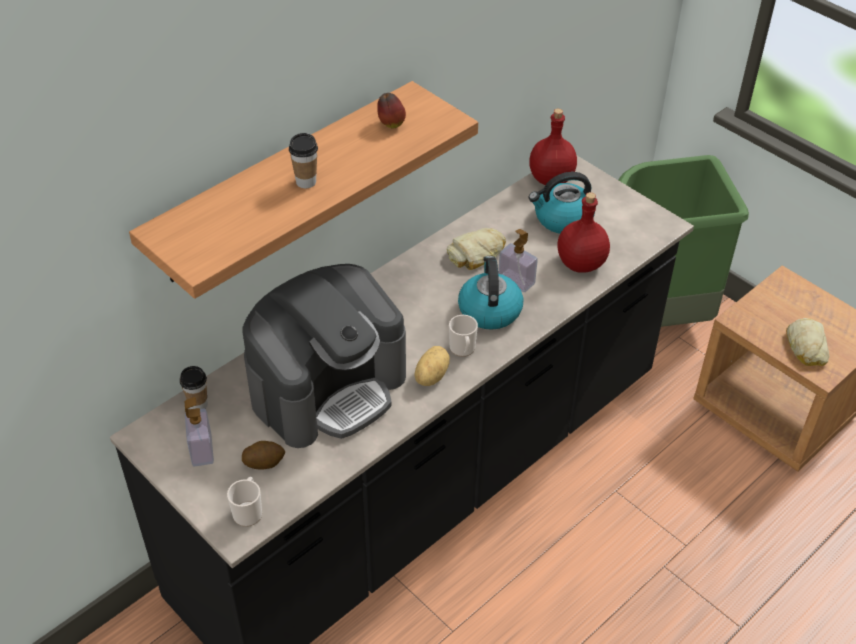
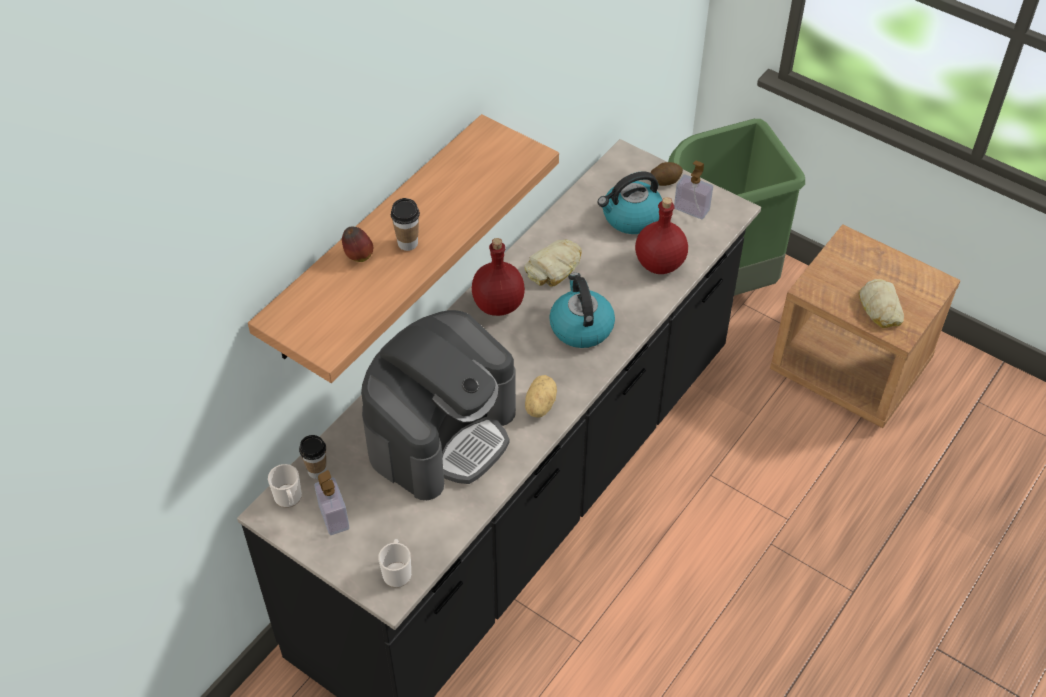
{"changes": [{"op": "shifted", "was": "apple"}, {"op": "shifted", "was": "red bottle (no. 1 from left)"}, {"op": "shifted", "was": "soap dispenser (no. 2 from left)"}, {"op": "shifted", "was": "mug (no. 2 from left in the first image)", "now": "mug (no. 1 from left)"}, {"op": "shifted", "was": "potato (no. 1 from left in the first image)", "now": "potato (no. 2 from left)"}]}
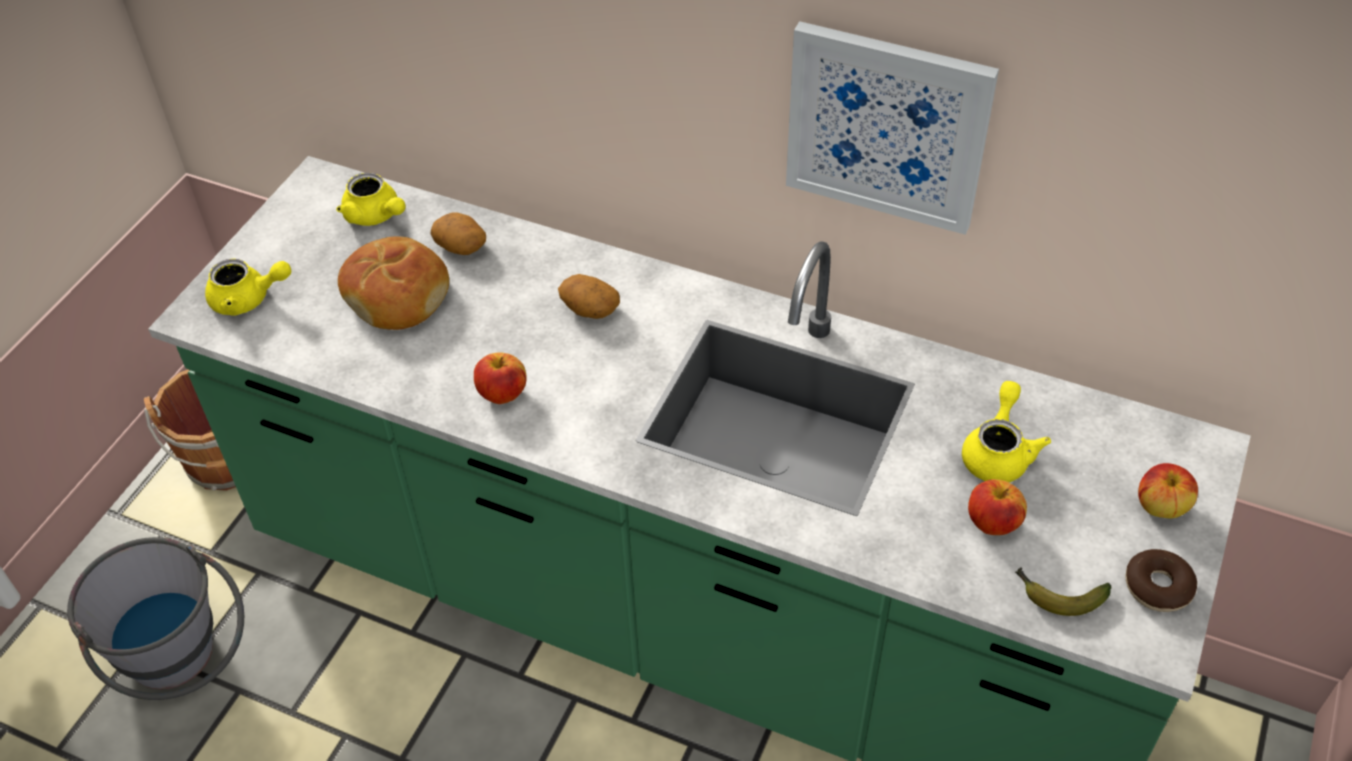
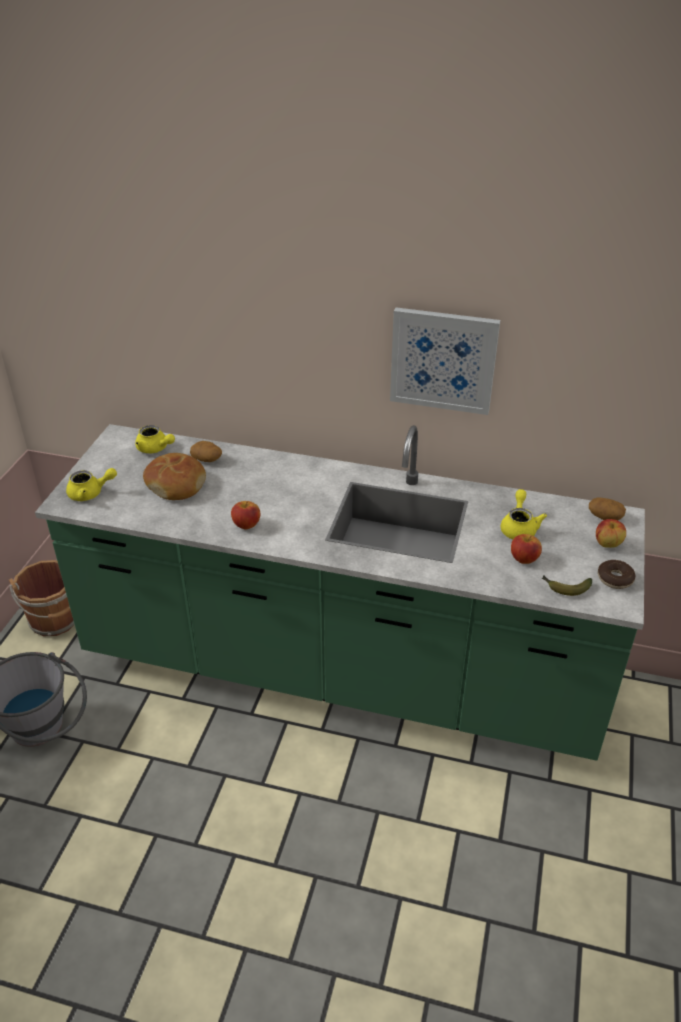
{"changes": [{"op": "shifted", "was": "potato (no. 2 from left)"}]}
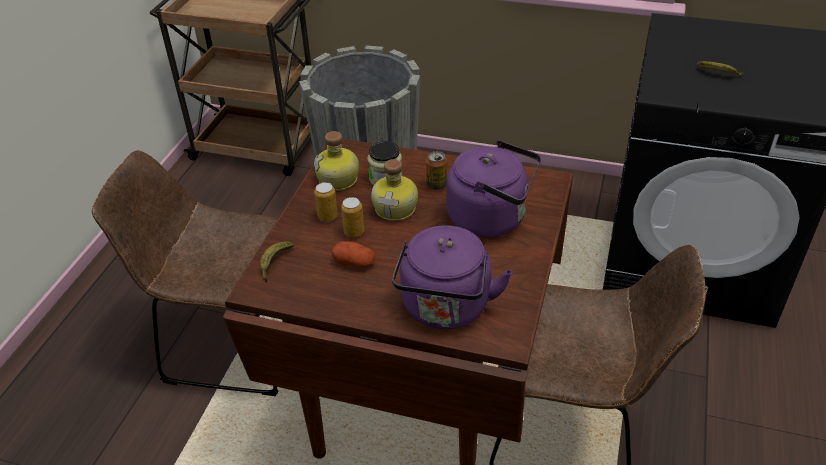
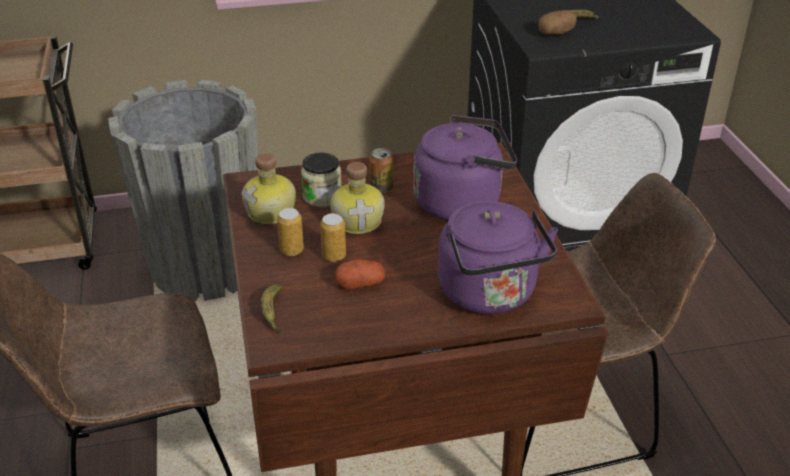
{"changes": [{"op": "new", "now": "potato (no. 2 from left)"}]}
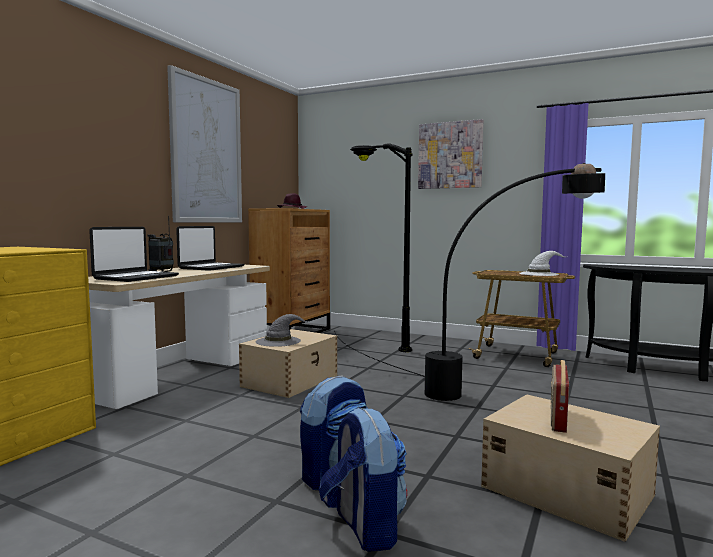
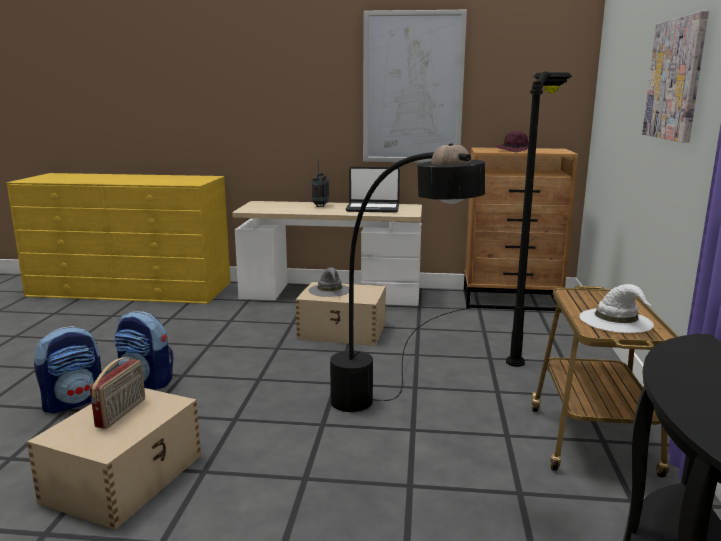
{"changes": [{"op": "gone", "was": "laptop (no. 1 from left)"}, {"op": "rotated", "was": "radio (no. 2 from left in the first image)", "clockwise": 105}]}
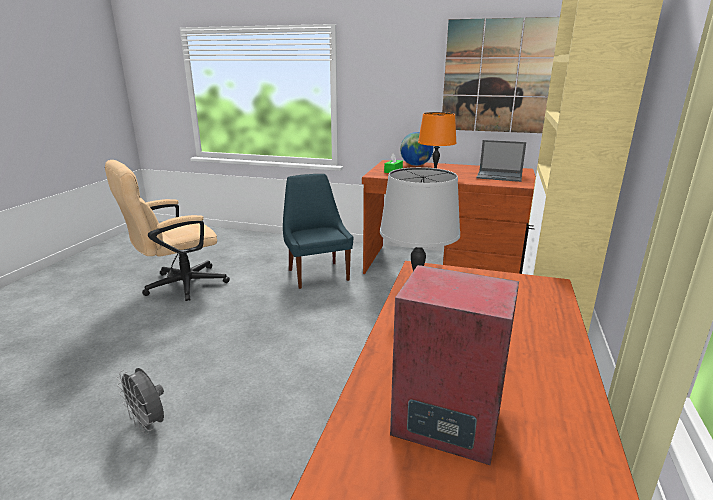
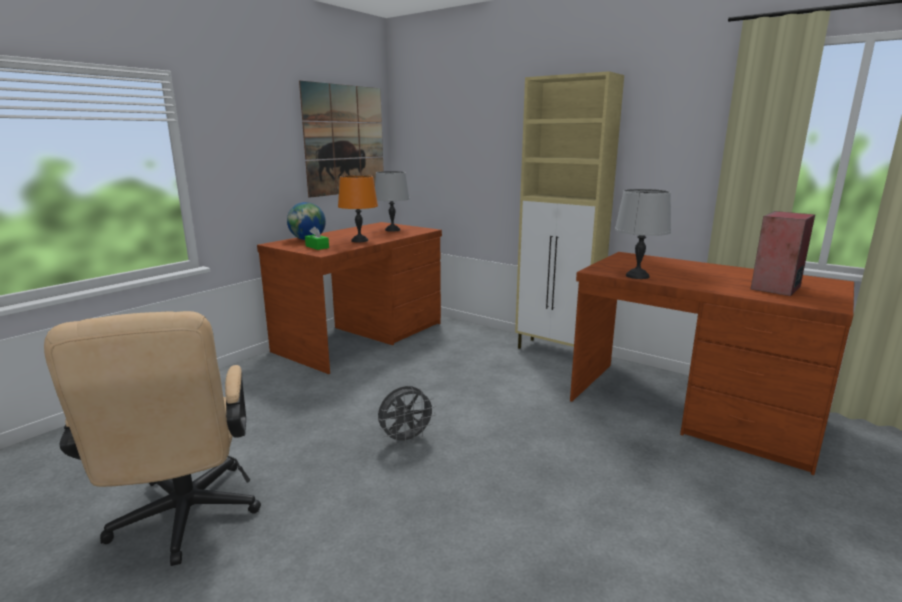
{"changes": [{"op": "swapped", "was": "laptop", "now": "grey table lamp (no. 1 from left)"}, {"op": "gone", "was": "blue chair"}, {"op": "shifted", "was": "grey fan"}]}
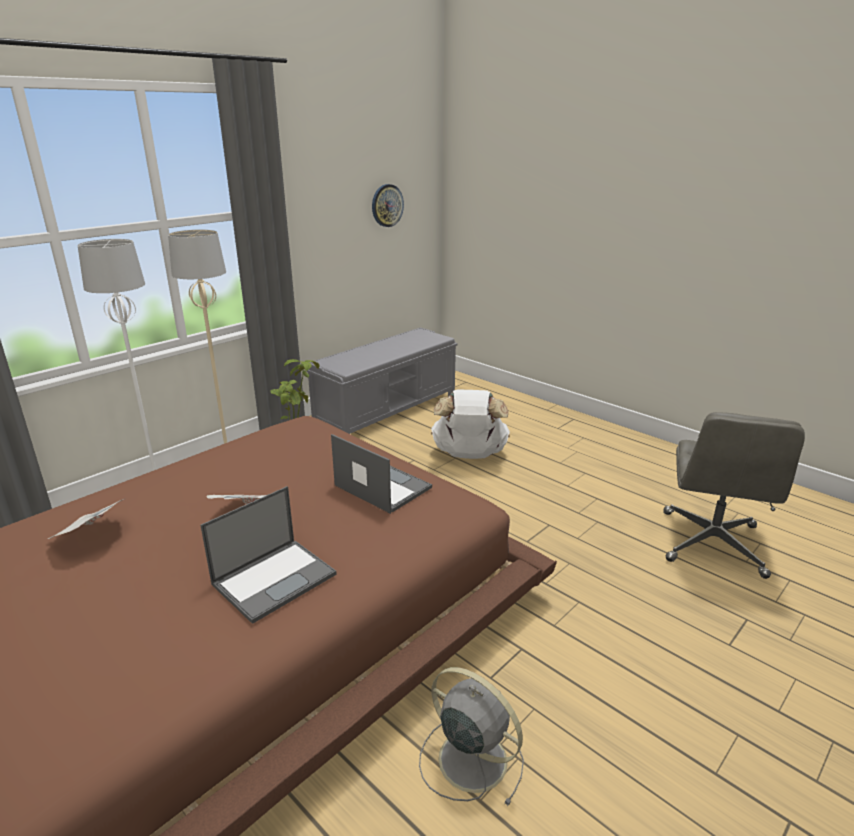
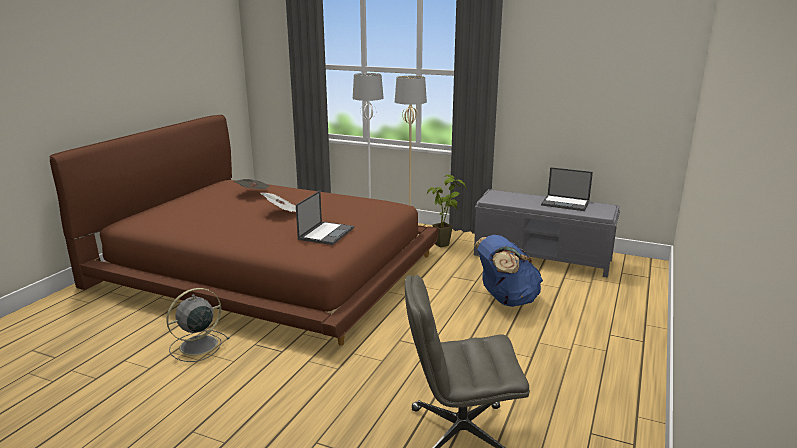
{"changes": [{"op": "gone", "was": "wall clock"}, {"op": "repainted", "was": "white backpack", "now": "blue backpack"}, {"op": "shifted", "was": "laptop (no. 1 from left in the first image)", "now": "laptop (no. 2 from left)"}, {"op": "rotated", "was": "grey fan", "clockwise": -150}]}
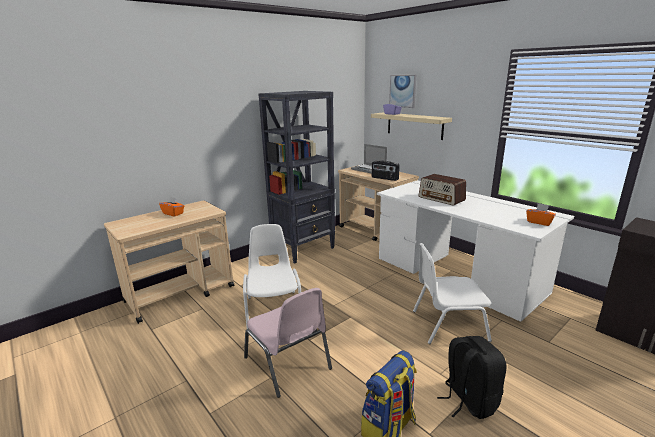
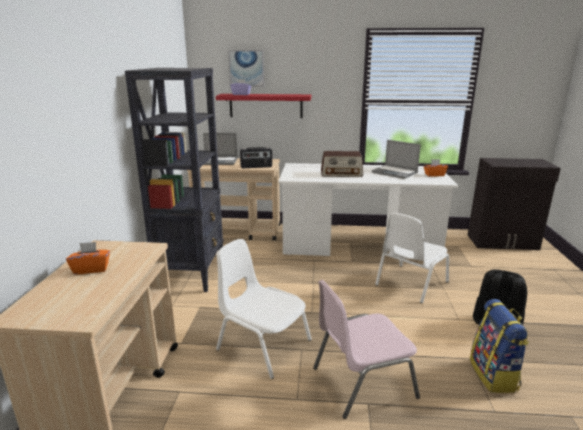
{"changes": [{"op": "repainted", "was": "beige shelf", "now": "red shelf"}, {"op": "rotated", "was": "pink chair", "clockwise": 150}, {"op": "new", "now": "laptop (no. 2 from left)"}]}
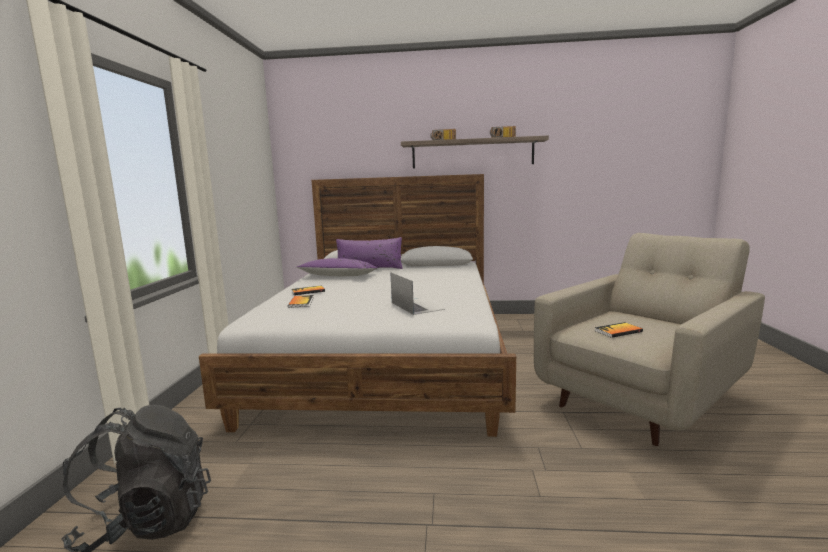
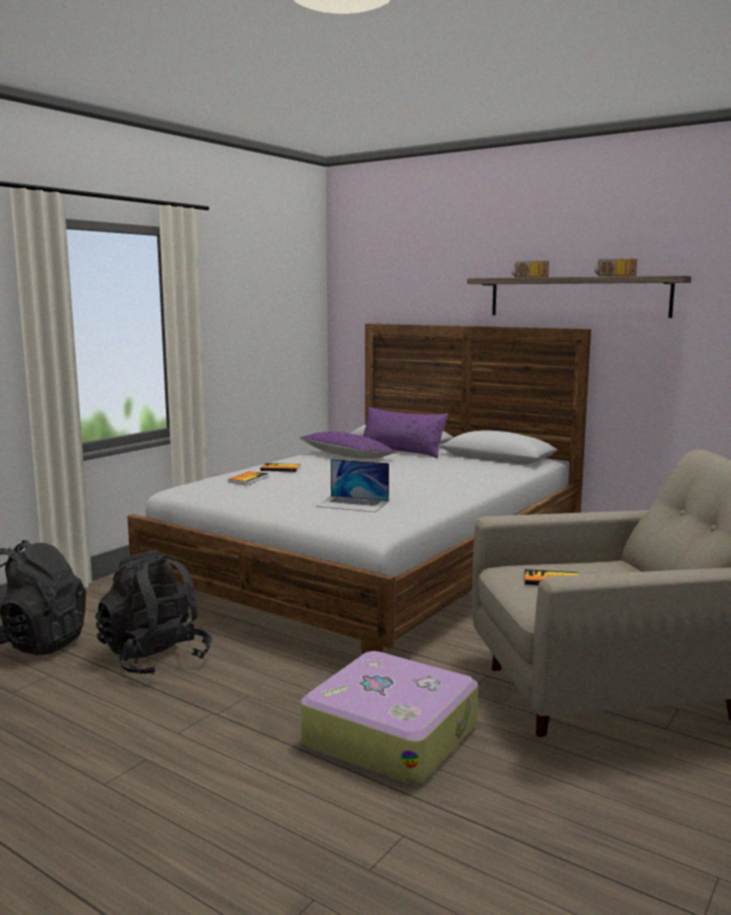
{"changes": [{"op": "rotated", "was": "laptop", "clockwise": 105}, {"op": "new", "now": "black backpack (no. 2 from left)"}, {"op": "new", "now": "suitcase"}]}
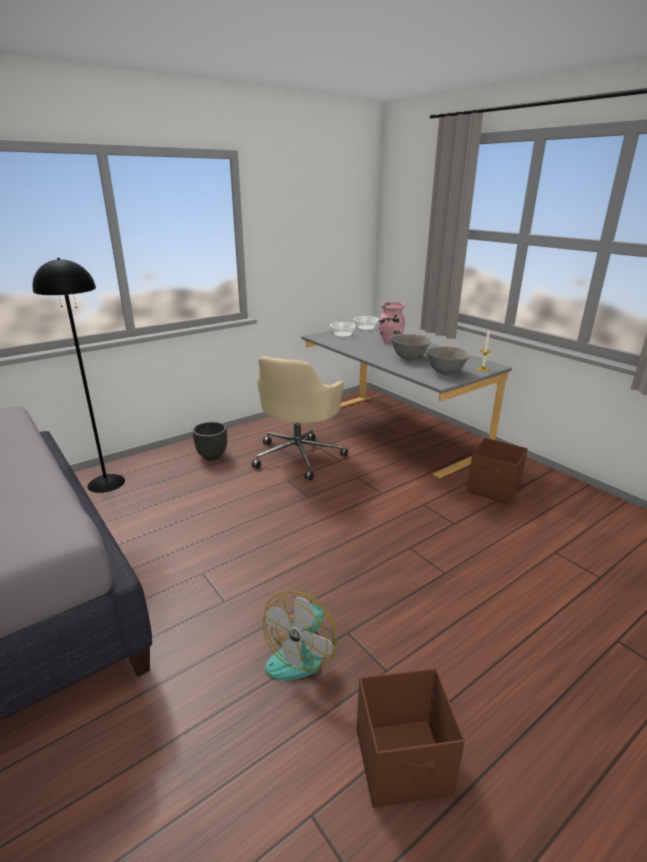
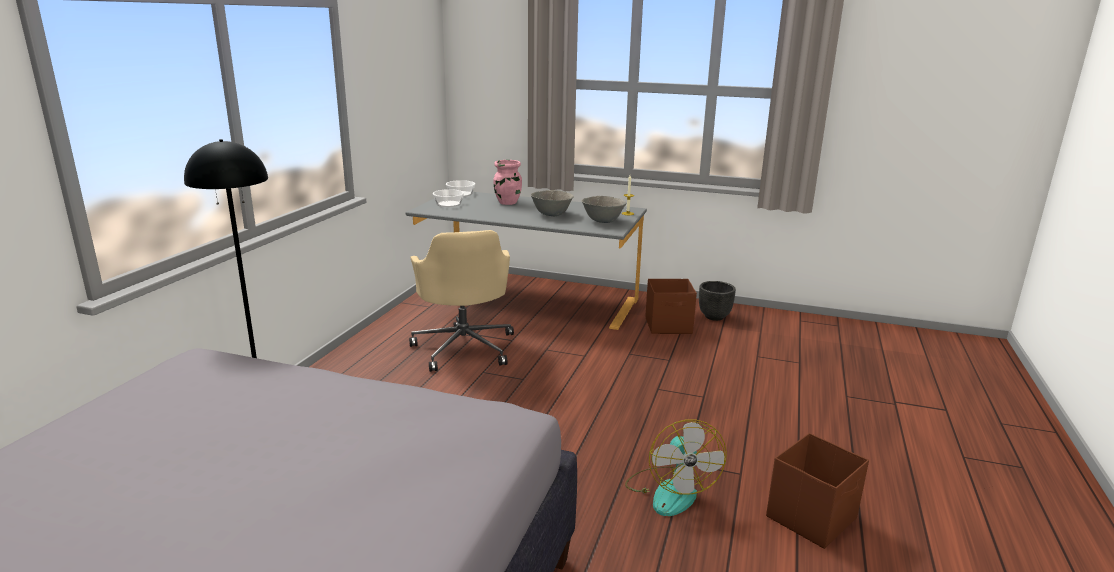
{"changes": [{"op": "shifted", "was": "black planter"}]}
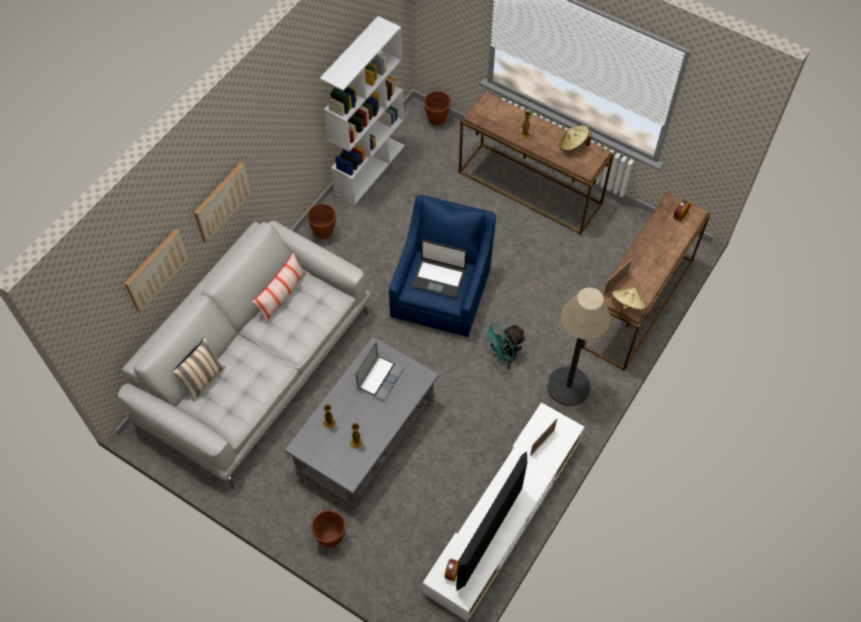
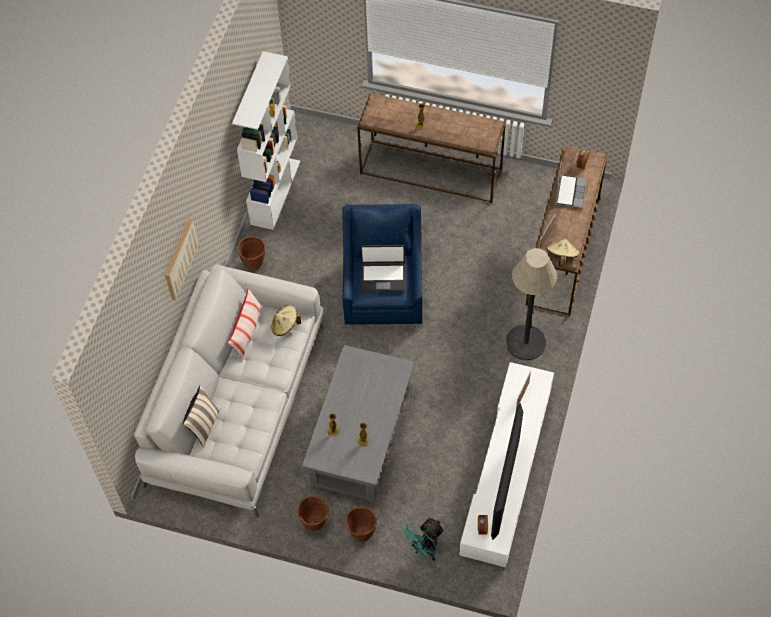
{"changes": [{"op": "shifted", "was": "brown planter (no. 3 from left in the first image)", "now": "brown planter (no. 2 from left)"}, {"op": "shifted", "was": "beige hat (no. 1 from left)"}, {"op": "gone", "was": "picture (no. 1 from left)"}, {"op": "shifted", "was": "turquoise fan"}, {"op": "shifted", "was": "laptop (no. 1 from left in the first image)", "now": "laptop (no. 2 from left)"}]}
